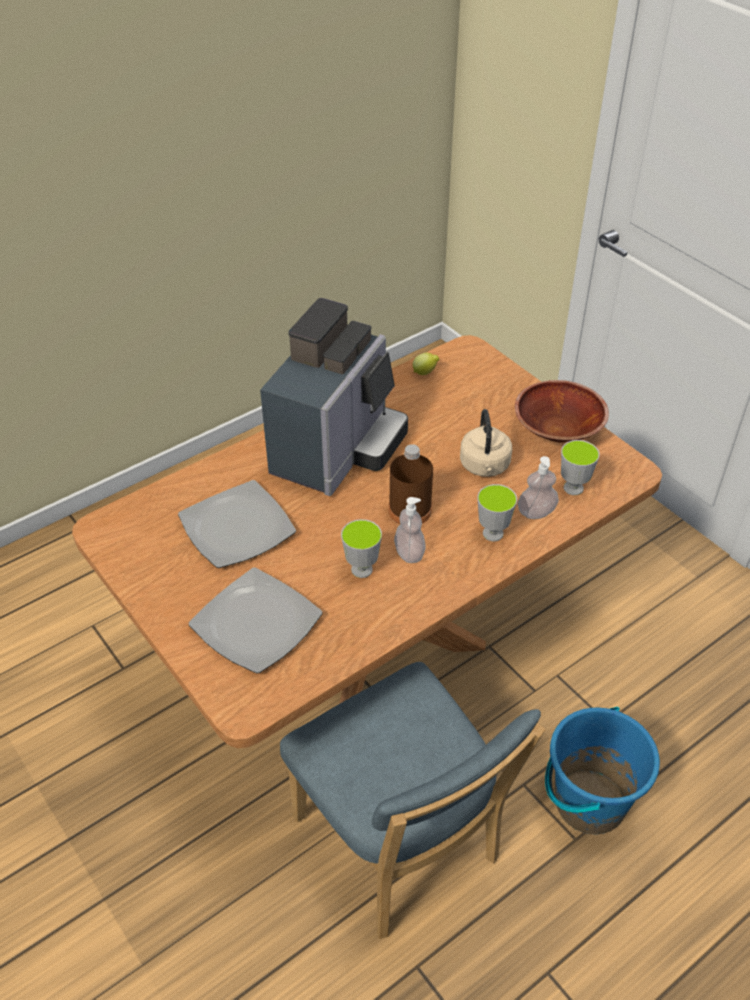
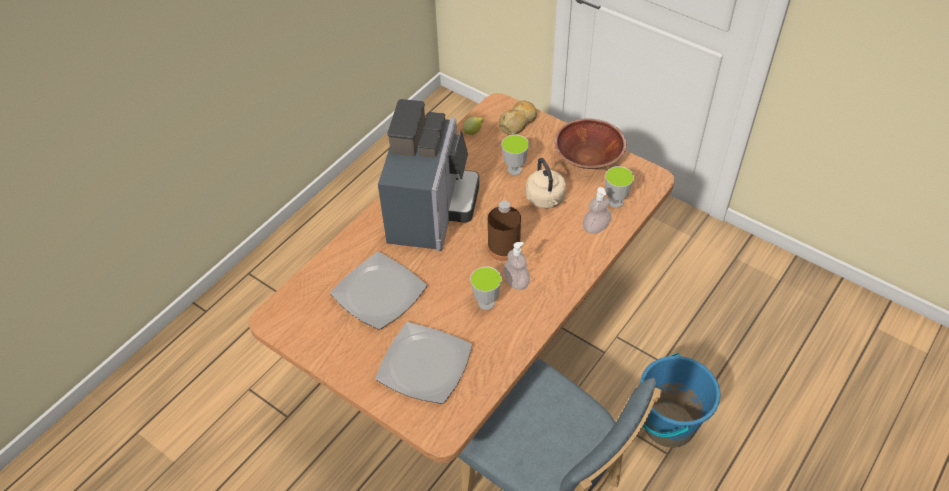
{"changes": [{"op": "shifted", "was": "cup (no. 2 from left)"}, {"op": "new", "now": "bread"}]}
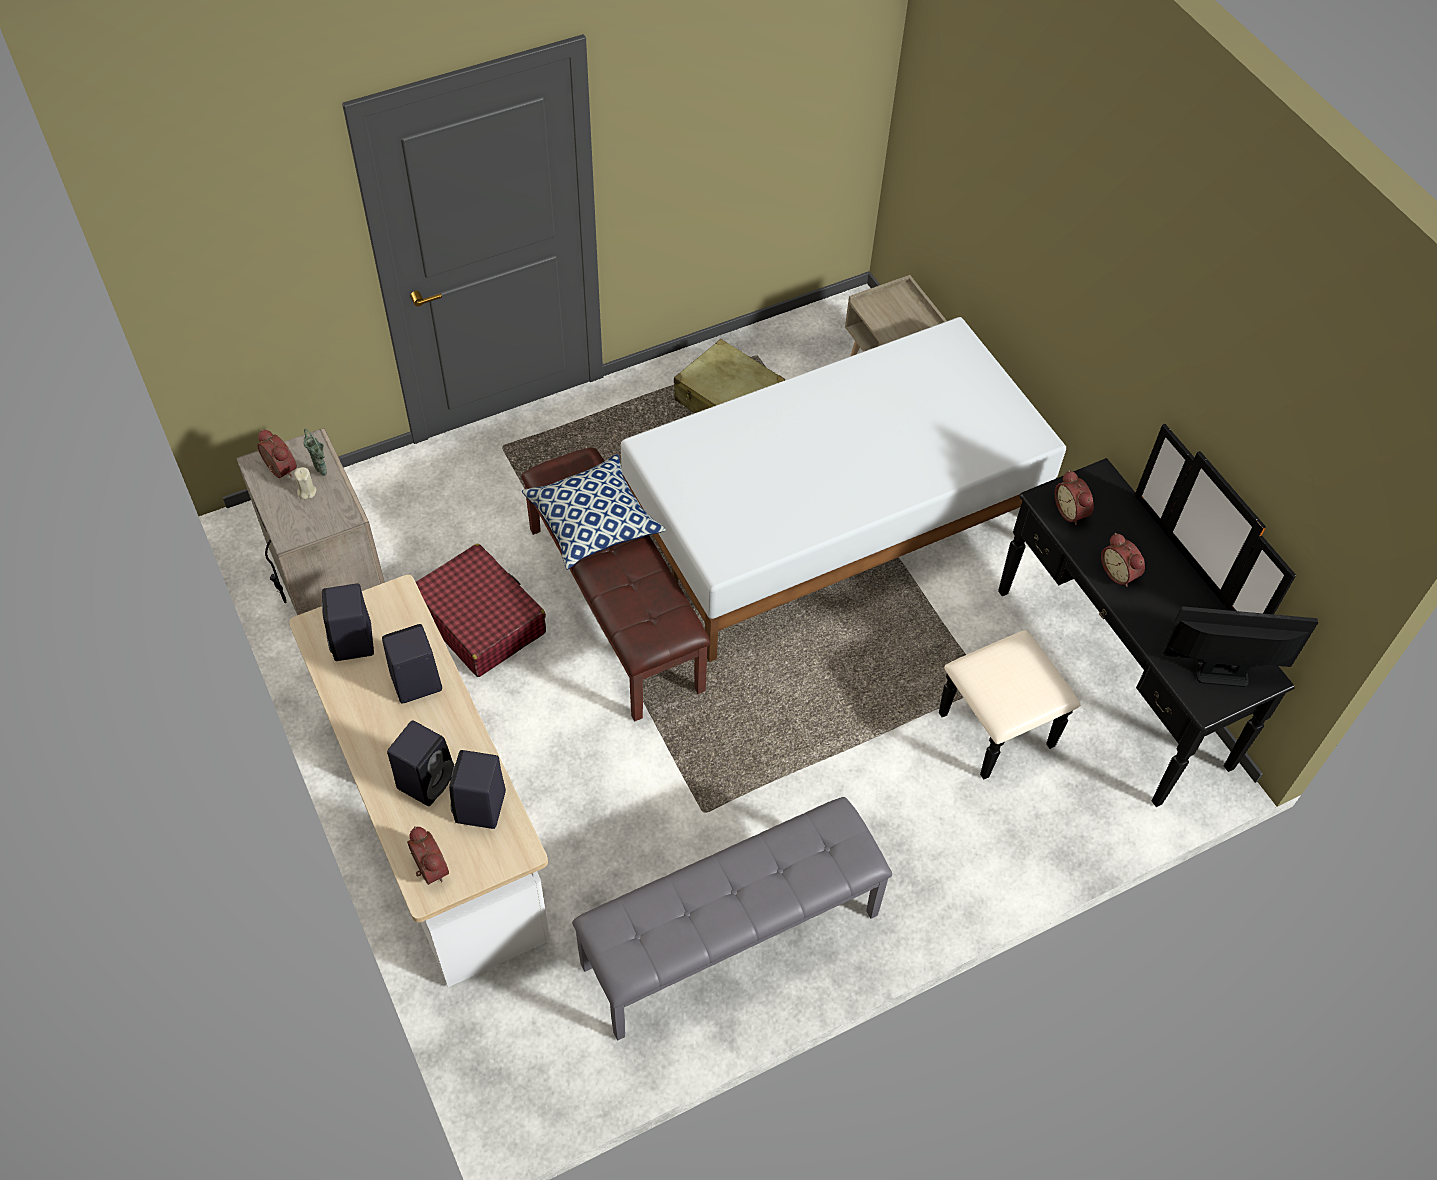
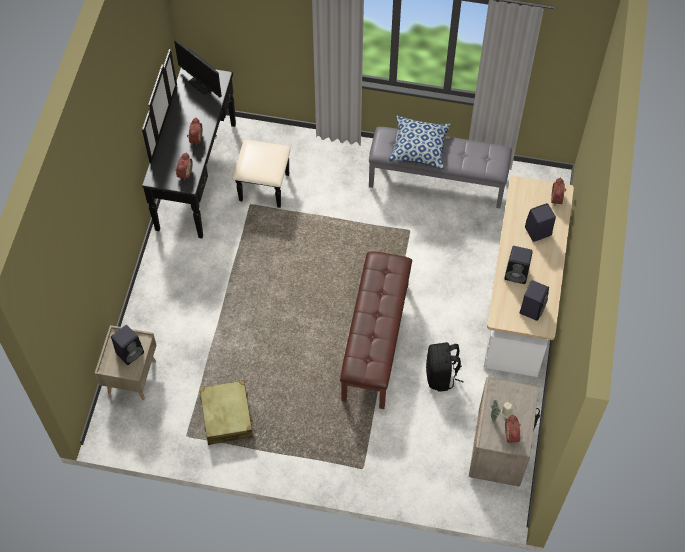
{"changes": [{"op": "gone", "was": "white bed"}, {"op": "shifted", "was": "pillow"}, {"op": "swapped", "was": "red suitcase", "now": "black backpack"}, {"op": "shifted", "was": "black speaker (no. 4 from left in the first image)", "now": "black speaker (no. 1 from left)"}]}
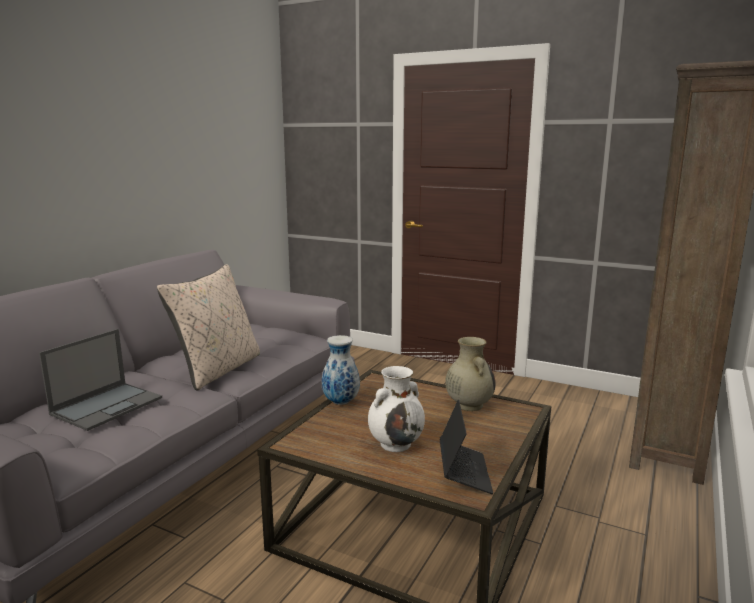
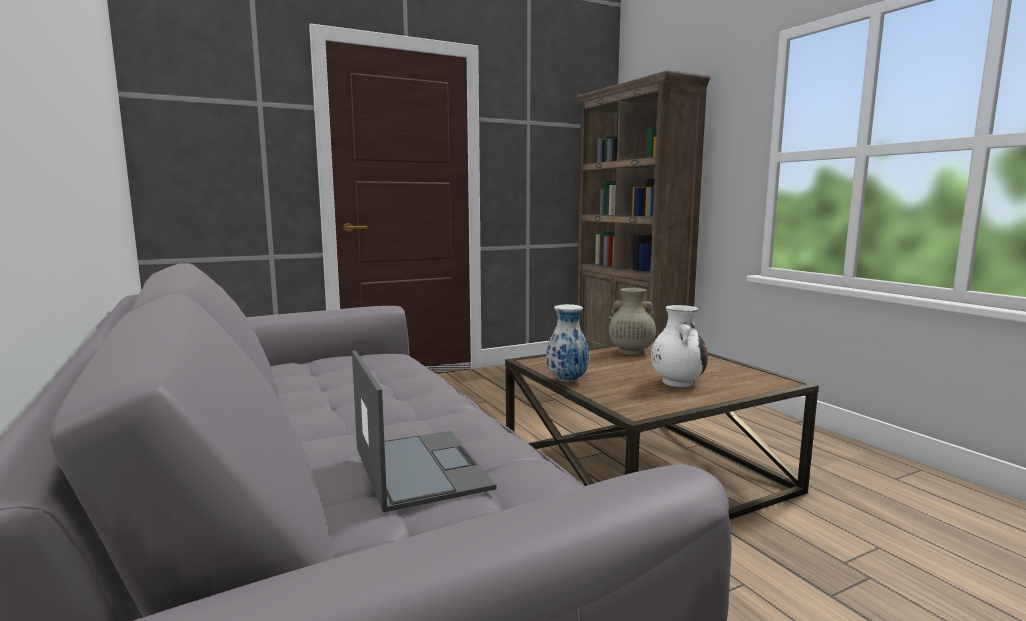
{"changes": [{"op": "gone", "was": "beige pillow"}, {"op": "gone", "was": "laptop (no. 2 from left)"}]}
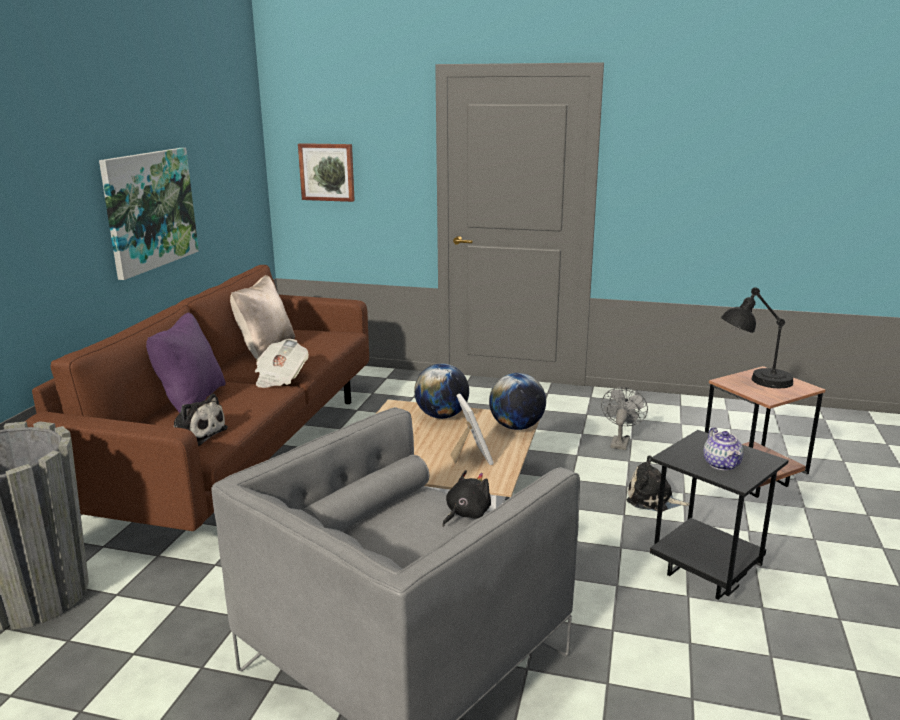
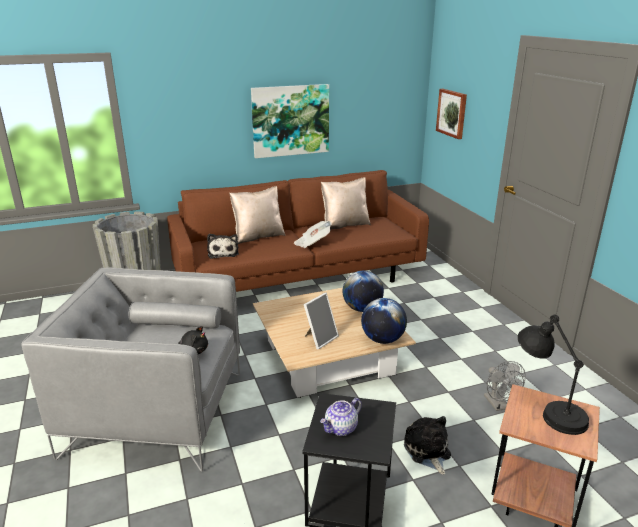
{"changes": [{"op": "repainted", "was": "purple pillow", "now": "beige pillow (no. 1 from left)"}, {"op": "rotated", "was": "grey fan", "clockwise": 90}]}
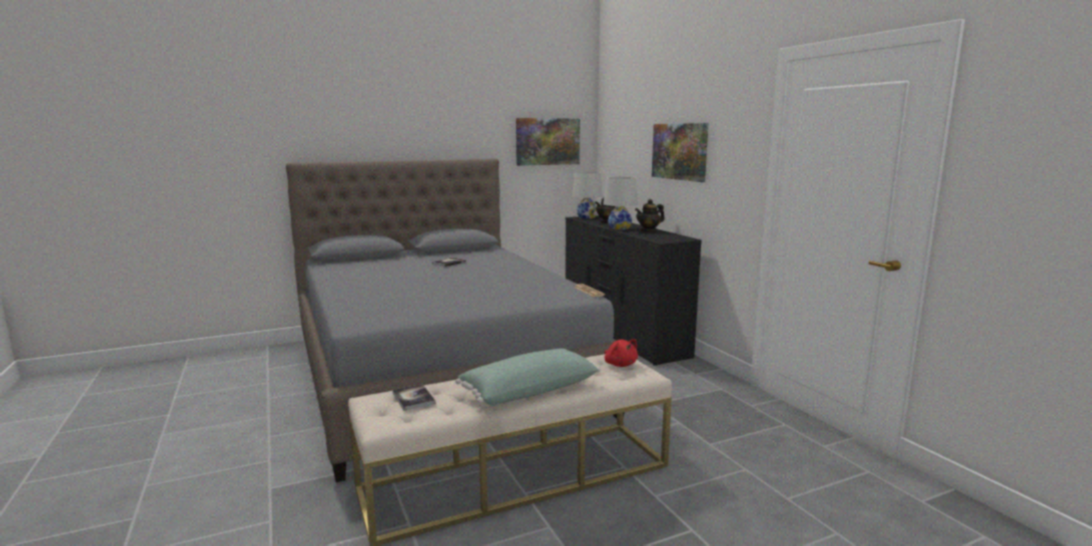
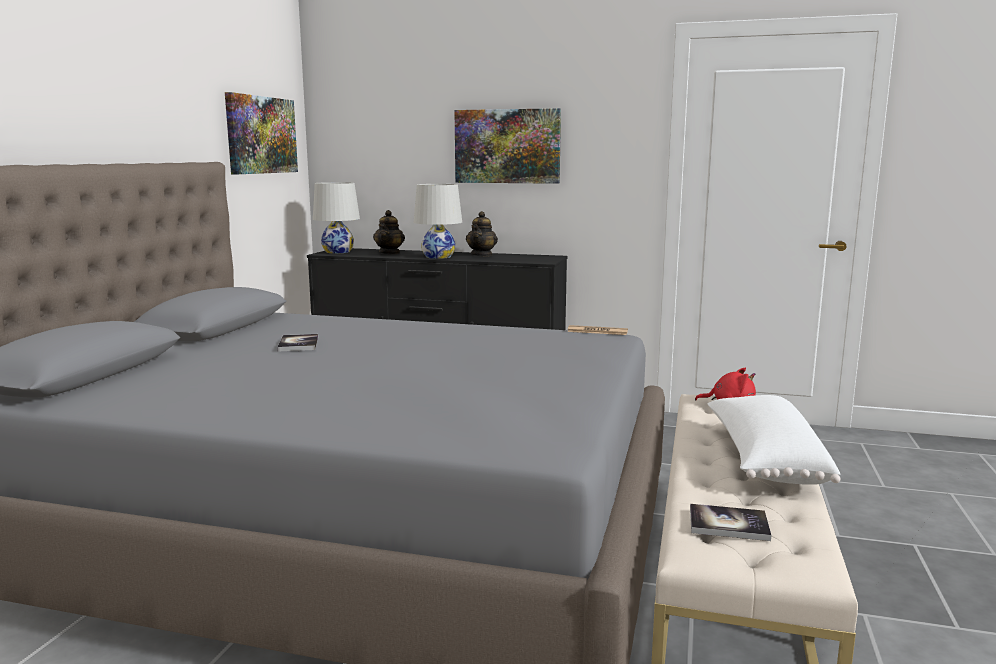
{"changes": [{"op": "repainted", "was": "green pillow", "now": "white pillow"}]}
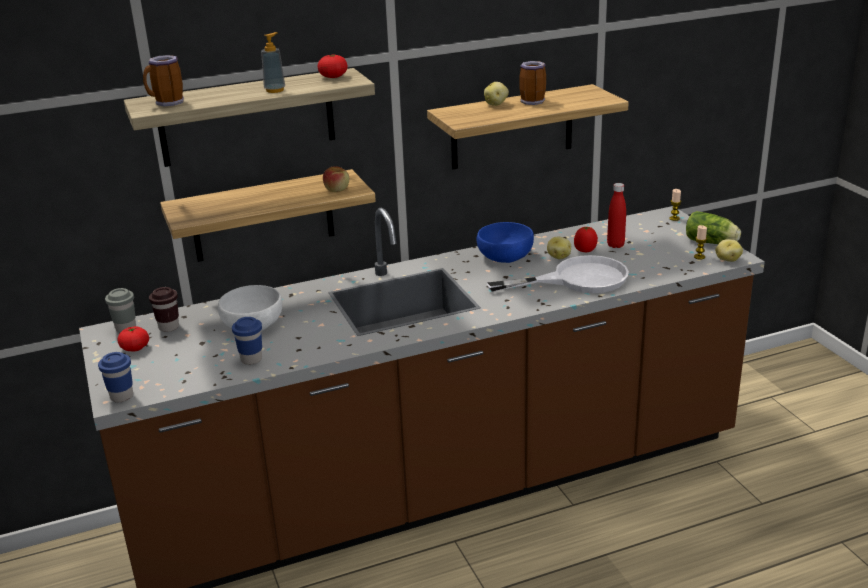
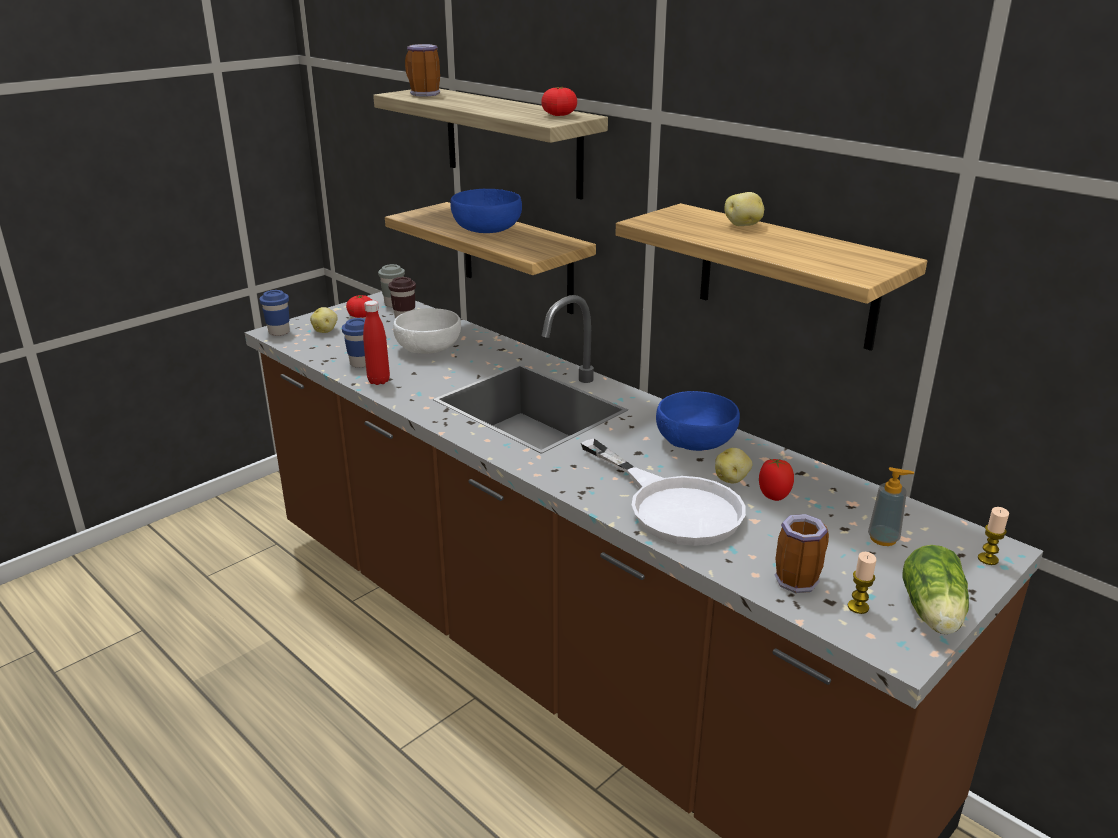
{"changes": [{"op": "shifted", "was": "soap dispenser"}, {"op": "shifted", "was": "mug (no. 2 from left)"}, {"op": "gone", "was": "apple"}, {"op": "shifted", "was": "red bottle"}, {"op": "shifted", "was": "potato (no. 3 from left in the first image)", "now": "potato (no. 1 from left)"}, {"op": "new", "now": "blue bowl (no. 1 from left)"}]}
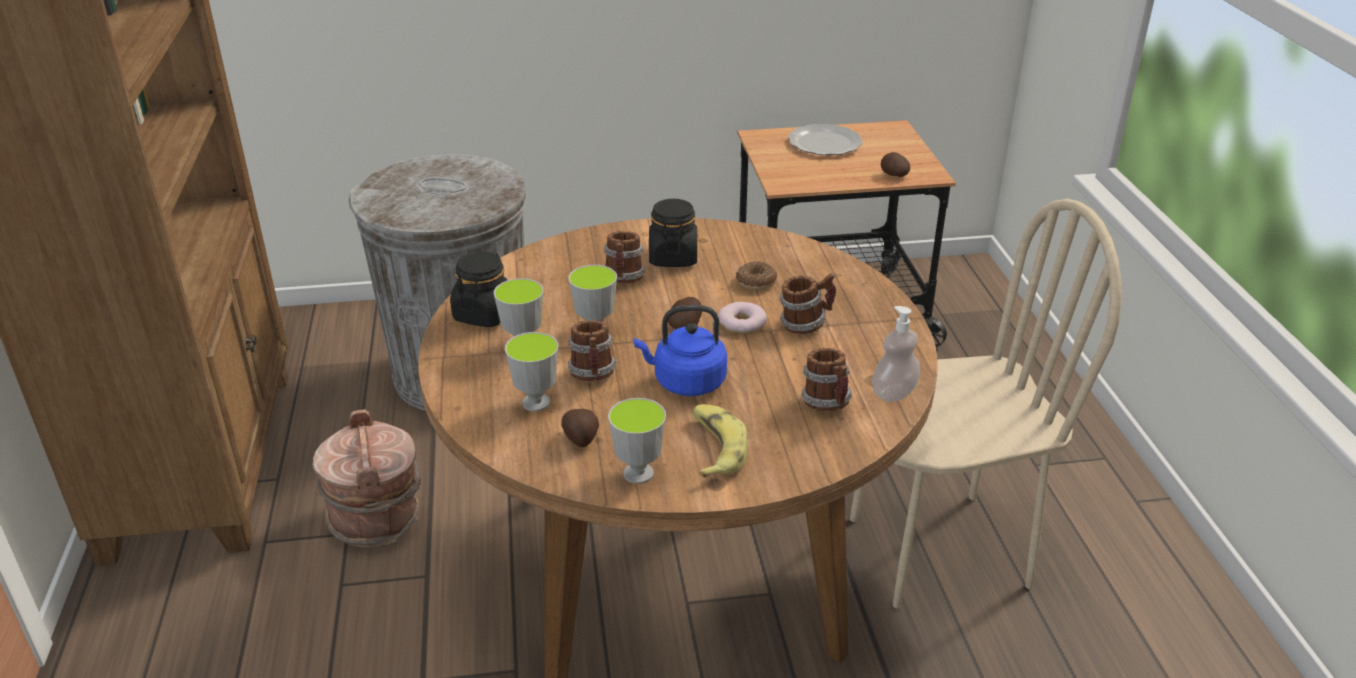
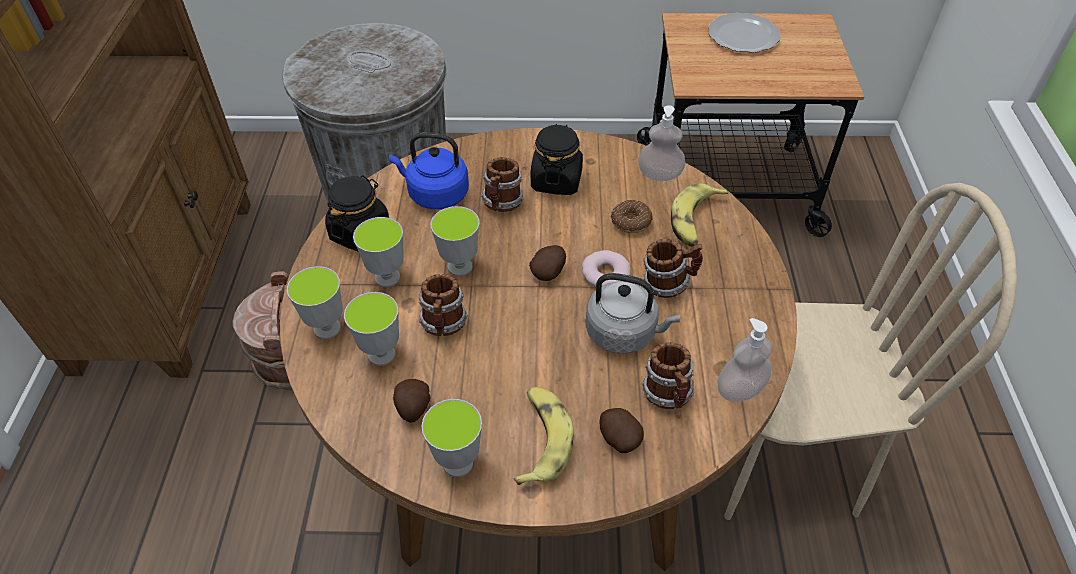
{"changes": [{"op": "shifted", "was": "potato (no. 3 from left)"}, {"op": "shifted", "was": "blue kettle"}, {"op": "new", "now": "soap dispenser (no. 1 from left)"}, {"op": "new", "now": "banana (no. 2 from left)"}, {"op": "new", "now": "cup (no. 1 from left)"}, {"op": "new", "now": "grey kettle"}]}
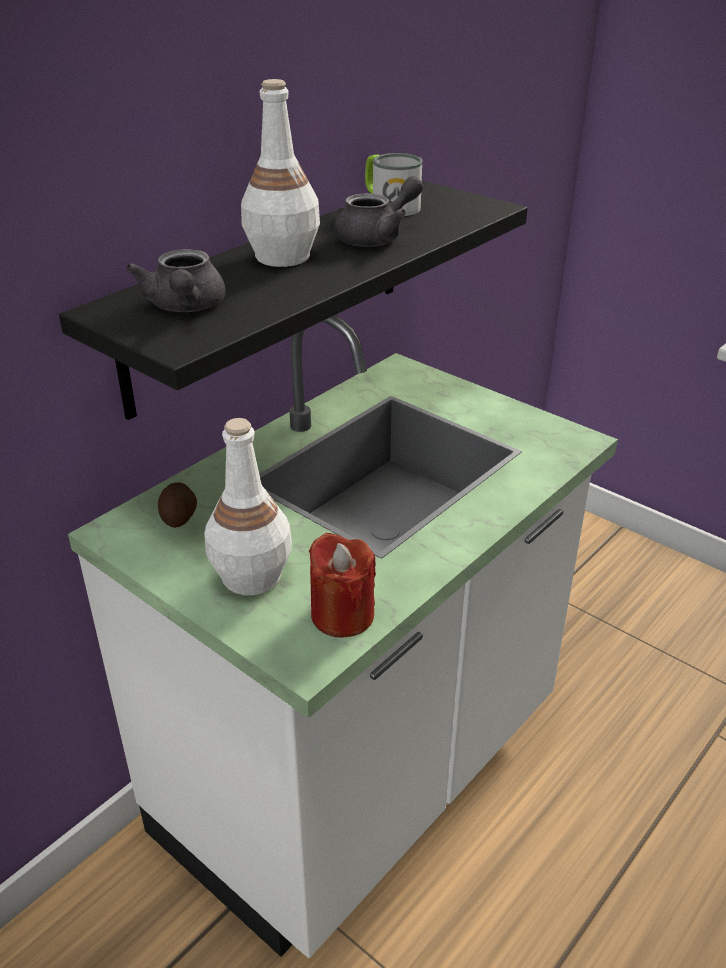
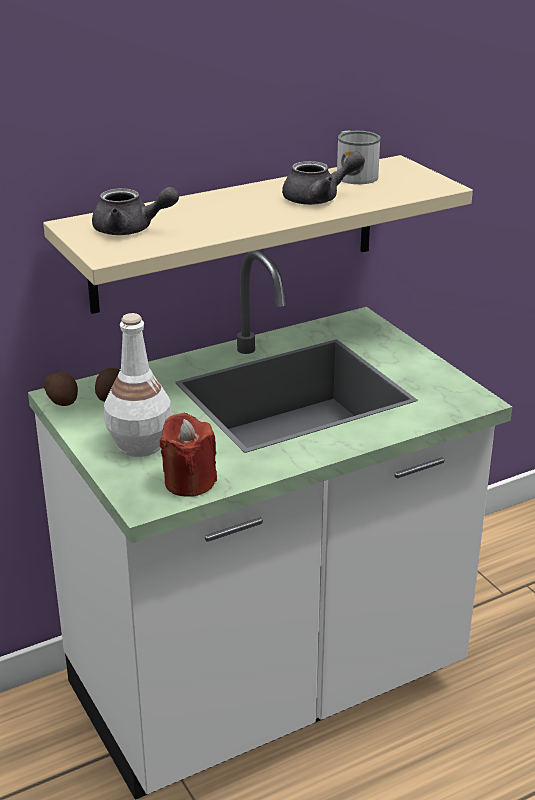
{"changes": [{"op": "gone", "was": "white bottle (no. 2 from left)"}, {"op": "repainted", "was": "black shelf", "now": "beige shelf"}, {"op": "rotated", "was": "grey teapot (no. 1 from left)", "clockwise": -90}, {"op": "new", "now": "potato (no. 1 from left)"}]}
